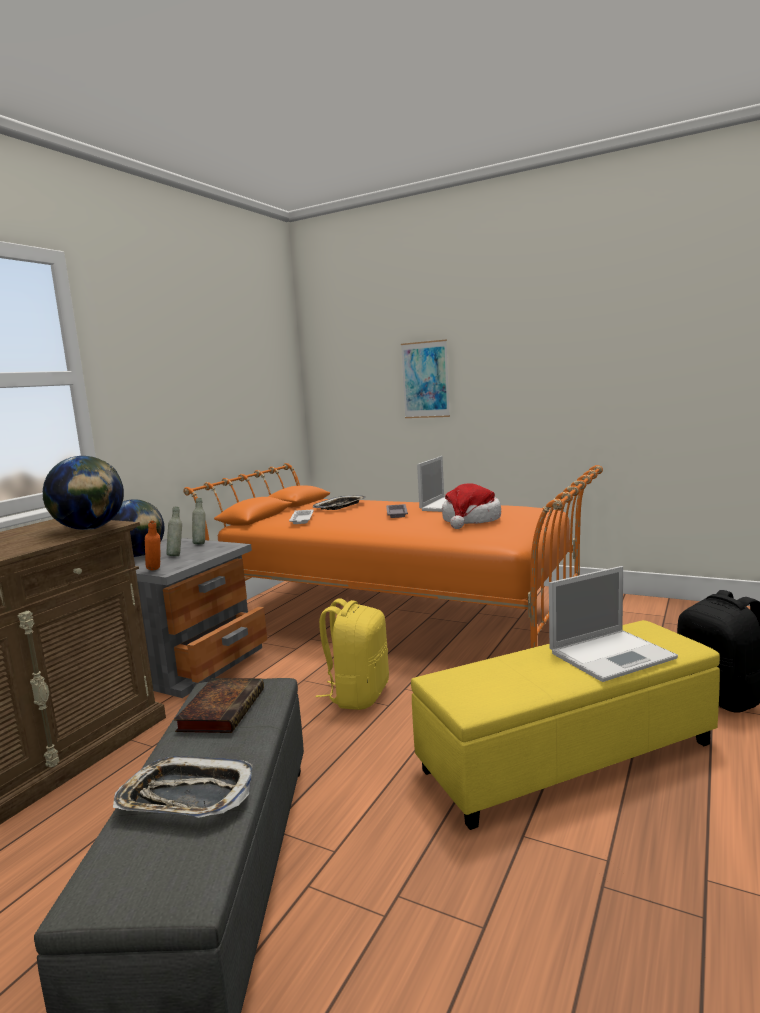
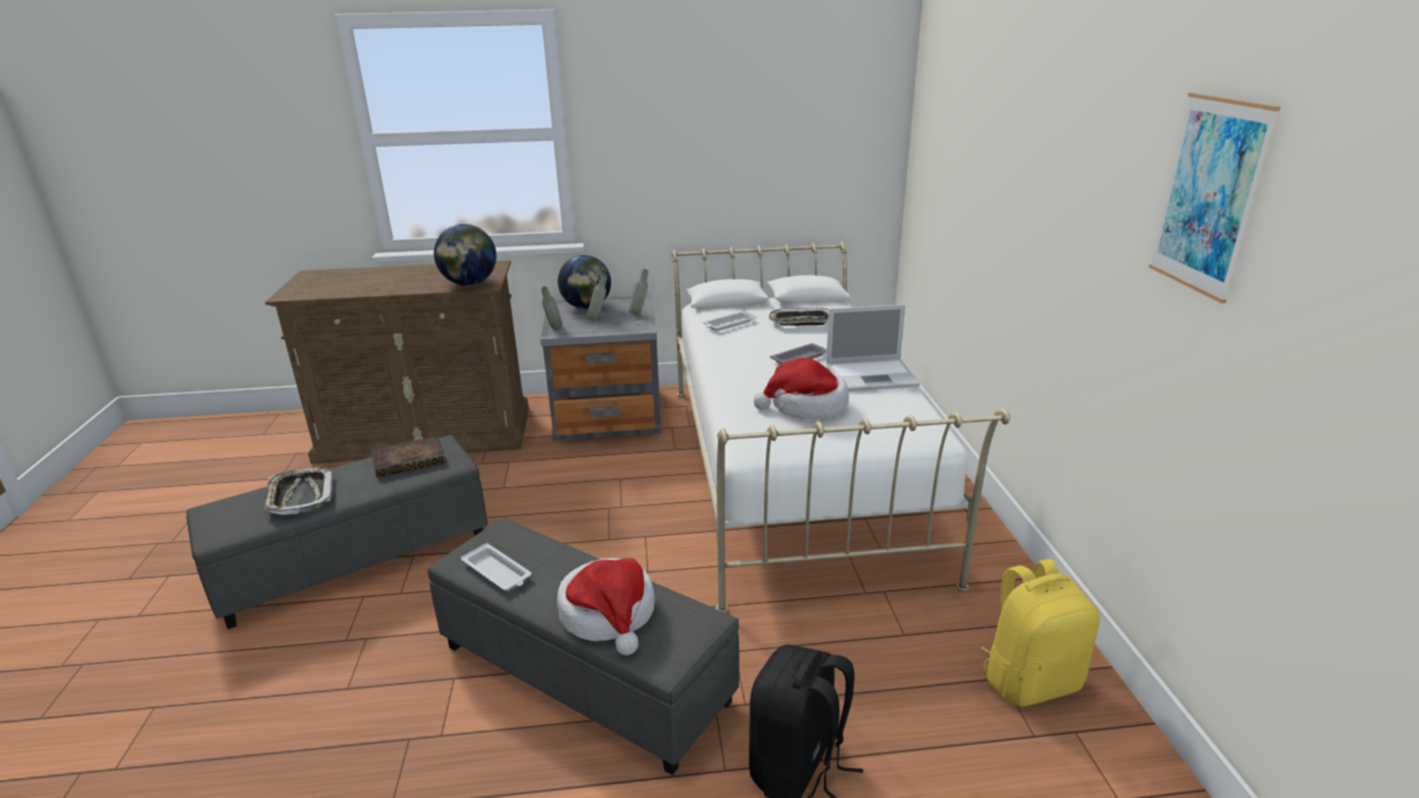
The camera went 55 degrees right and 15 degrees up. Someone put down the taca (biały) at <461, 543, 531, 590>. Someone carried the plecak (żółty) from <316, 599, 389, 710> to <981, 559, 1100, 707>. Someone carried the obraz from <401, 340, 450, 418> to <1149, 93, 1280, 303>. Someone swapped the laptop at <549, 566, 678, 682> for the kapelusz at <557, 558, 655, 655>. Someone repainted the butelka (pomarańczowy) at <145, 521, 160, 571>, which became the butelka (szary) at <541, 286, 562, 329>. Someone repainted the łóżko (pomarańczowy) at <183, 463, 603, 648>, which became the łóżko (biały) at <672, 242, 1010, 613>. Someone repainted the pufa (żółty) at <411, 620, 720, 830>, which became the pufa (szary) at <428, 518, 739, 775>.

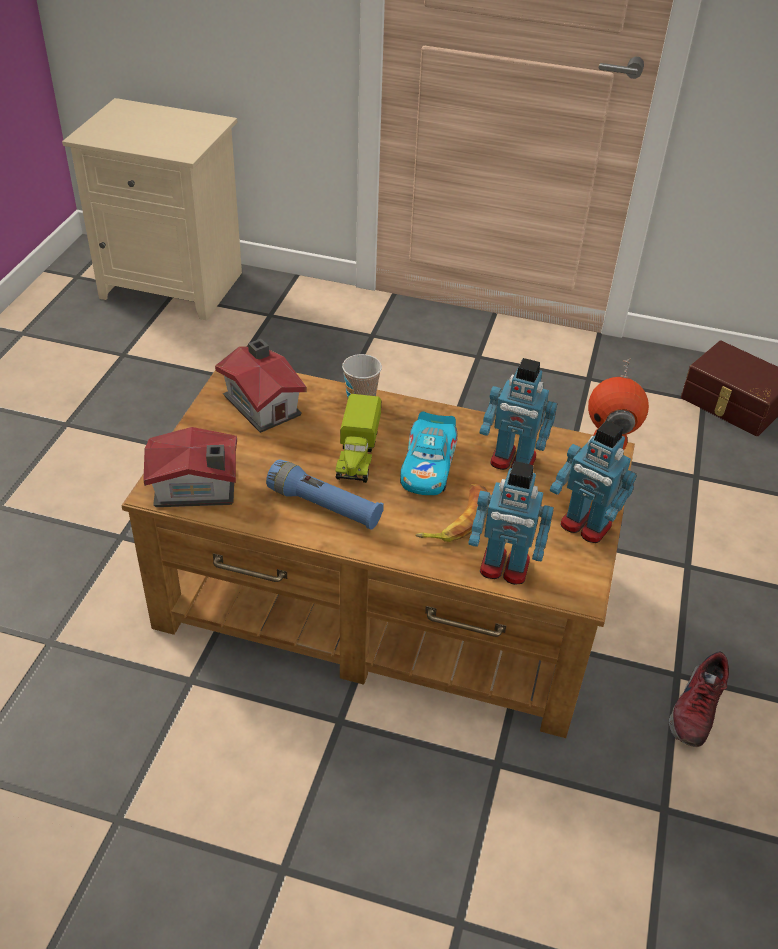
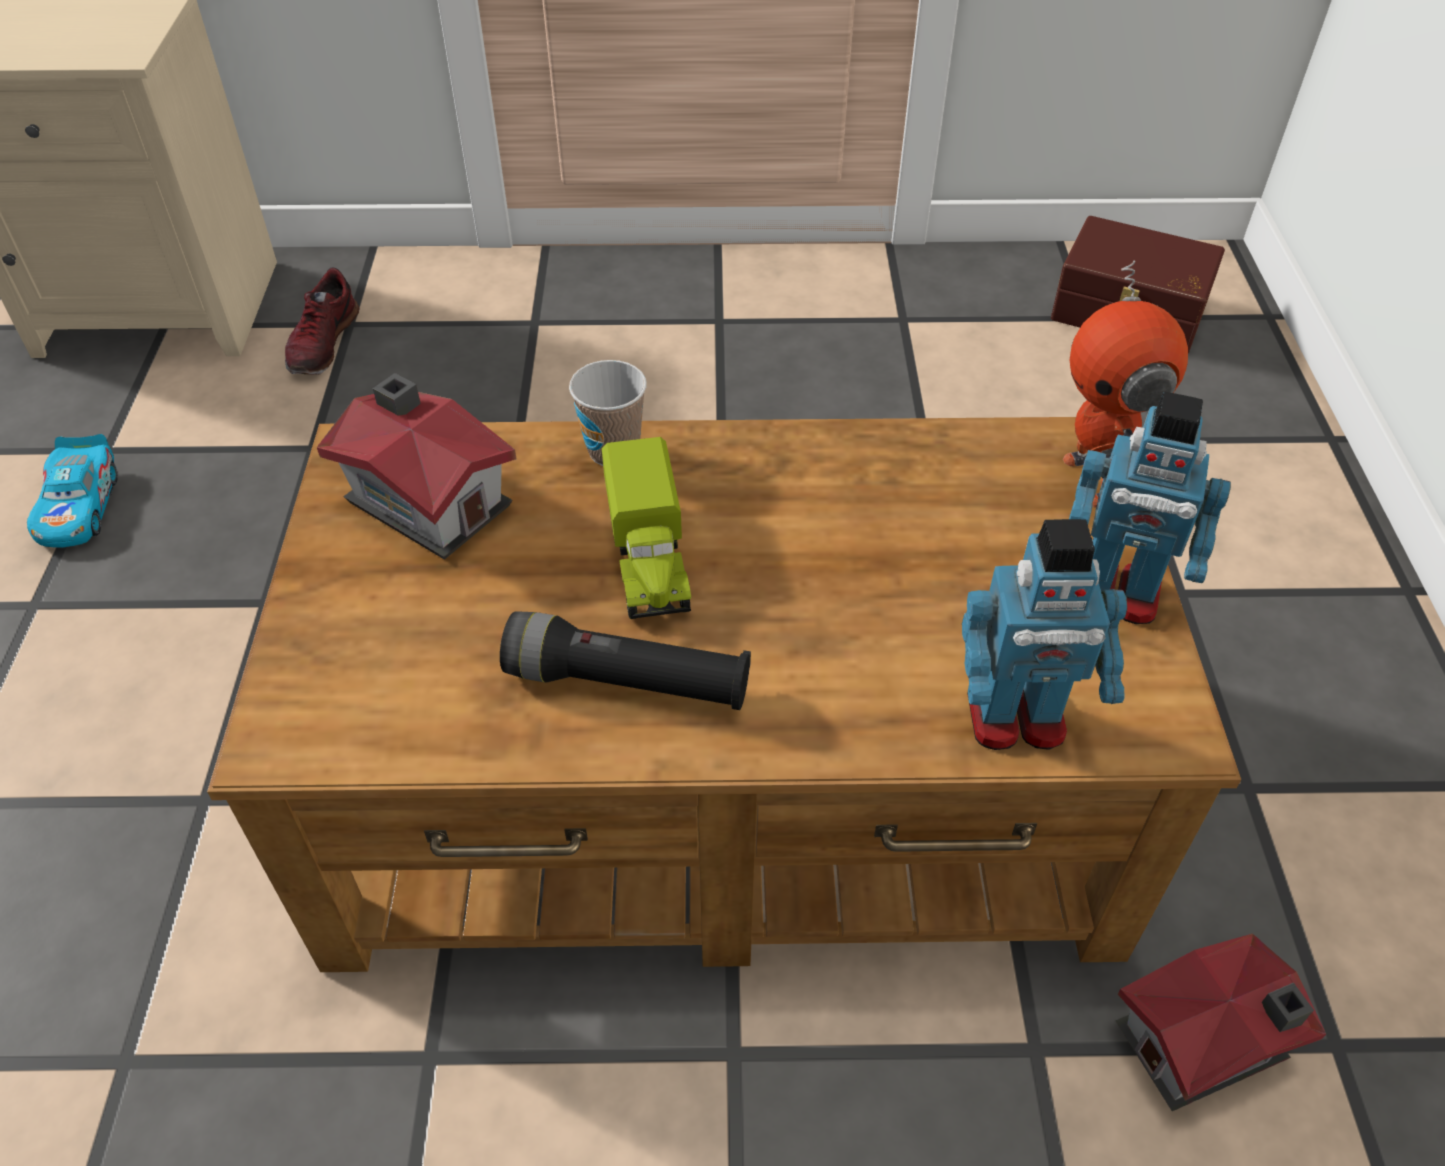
The camera went 15 degrees left and 5 degrees up. Someone took away the banan at <415, 484, 488, 542>. Someone took away the robot zabawkowy at <480, 358, 557, 470>. Someone carried the domek from <143, 427, 237, 507> to <1115, 934, 1326, 1111>. Someone carried the samochodzik from <400, 411, 458, 495> to <27, 434, 118, 548>. Someone carried the but from <669, 651, 729, 747> to <285, 268, 360, 375>. Someone repainted the latarka (niebieski) at <266, 459, 384, 530>, which became the latarka (czarny) at <500, 611, 751, 710>.

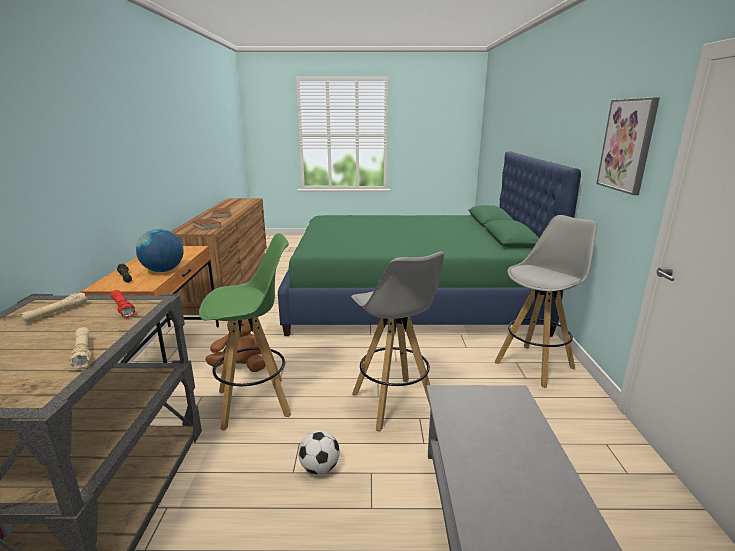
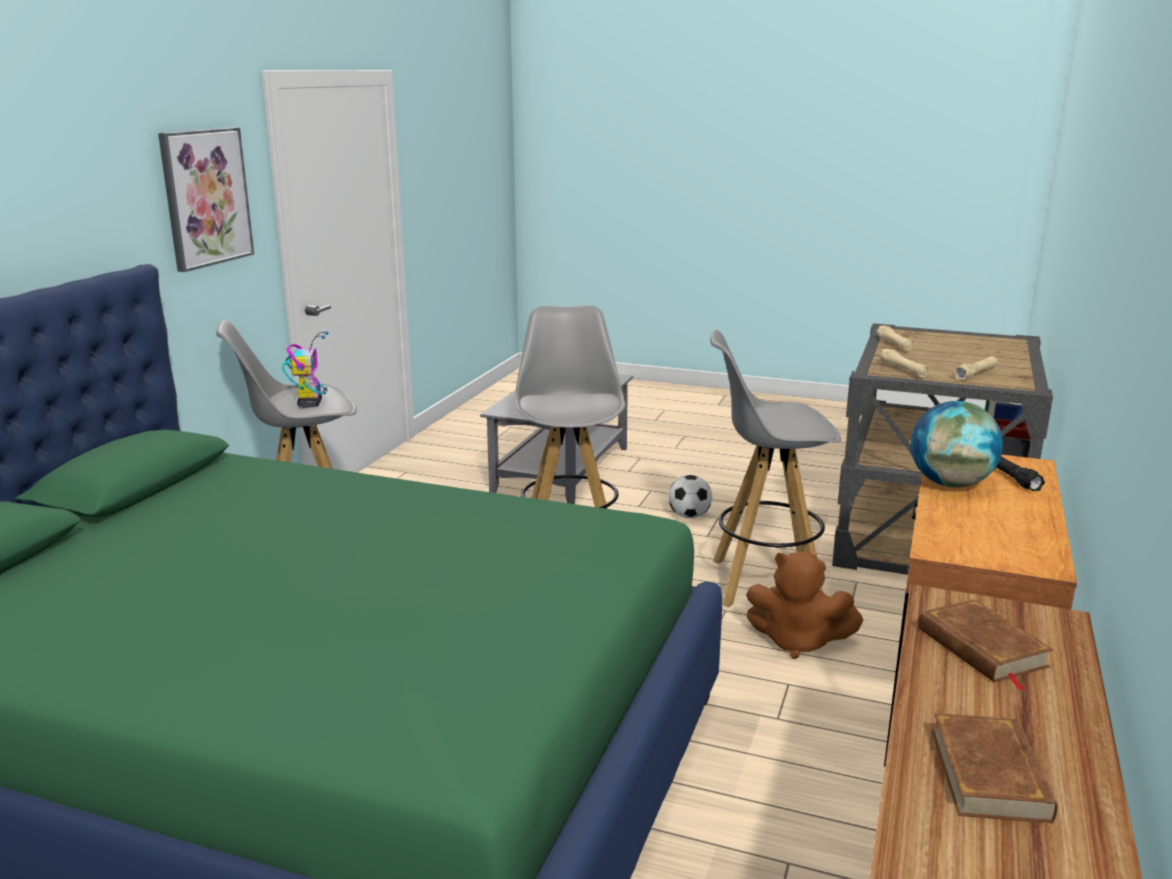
The camera went 160 degrees left and 0 degrees up. Someone put down the robot zabawkowy at <282, 331, 328, 408>. Someone repainted the latarka (czerwony) at <111, 290, 135, 318>, which became the latarka (beżowy) at <879, 349, 928, 377>. Someone repainted the stołek (zielony) at <199, 233, 291, 431>, which became the stołek (szary) at <710, 330, 841, 607>.

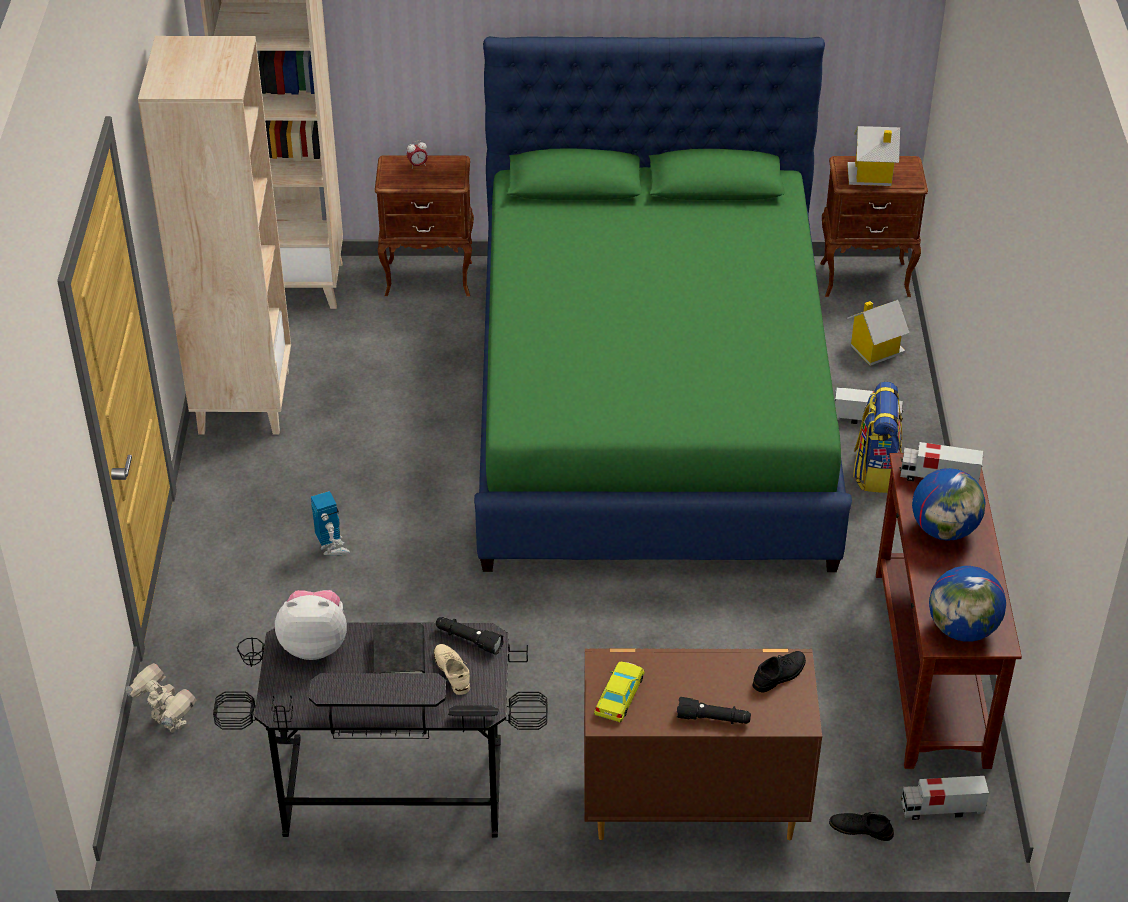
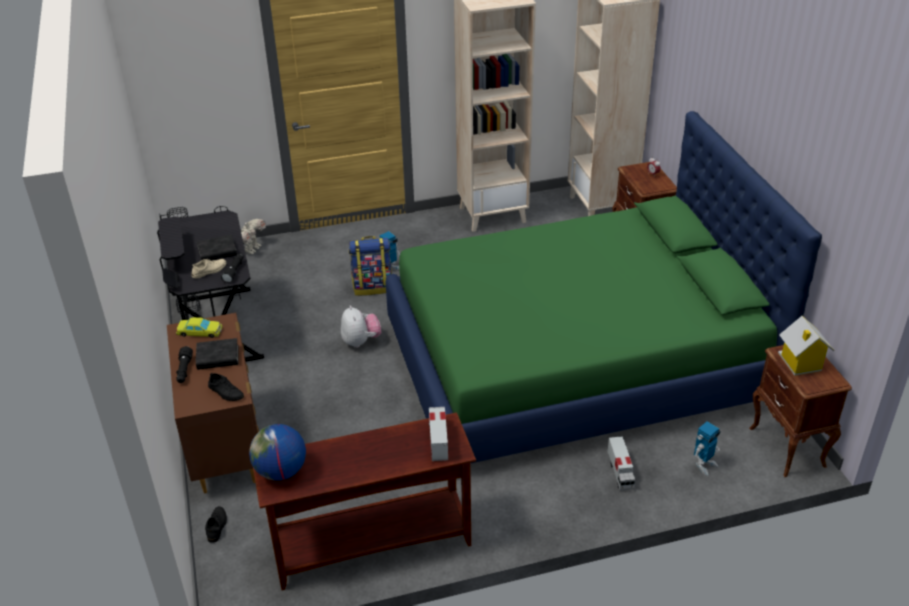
The camera went 75 degrees right and 5 degrees down. Someone took away the ciężarówka zabawkowa at <900, 776, 989, 820>. Someone took away the globus at <912, 468, 985, 540>. Someone put down the książka (czarny) at <196, 338, 238, 370>. Someone carried the pluszak from <275, 590, 347, 660> to <341, 306, 381, 348>. Someone carried the plecak from <853, 382, 902, 493> to <349, 236, 392, 296>. Someone swapped the domek at <847, 300, 909, 366> for the robot zabawkowy at <694, 421, 721, 476>.

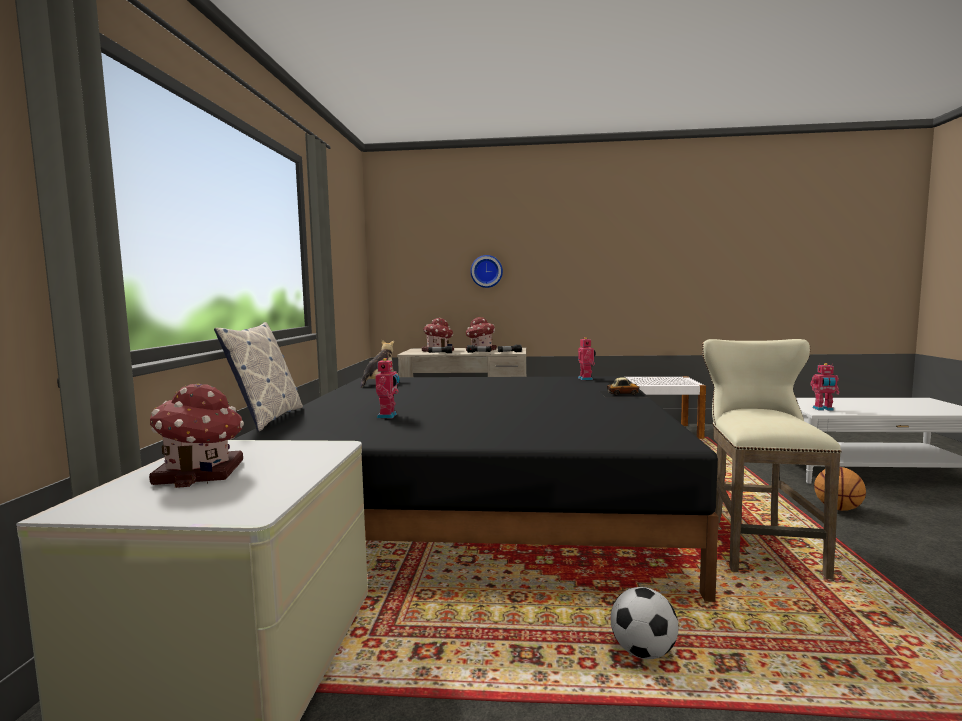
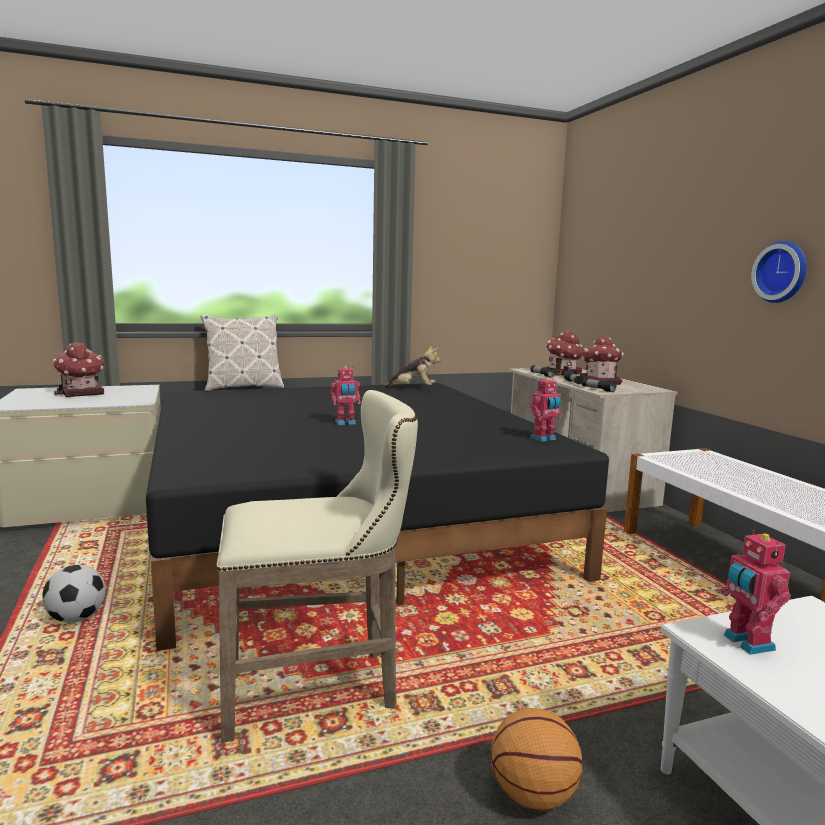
The camera went 65 degrees right and 5 degrees up. Someone took away the samochodzik at <599, 377, 649, 398>. Someone carried the robot zabawkowy from <375, 358, 400, 418> to <330, 366, 360, 425>. Someone carried the zegar ścienny from <471, 255, 503, 288> to <751, 241, 807, 303>.

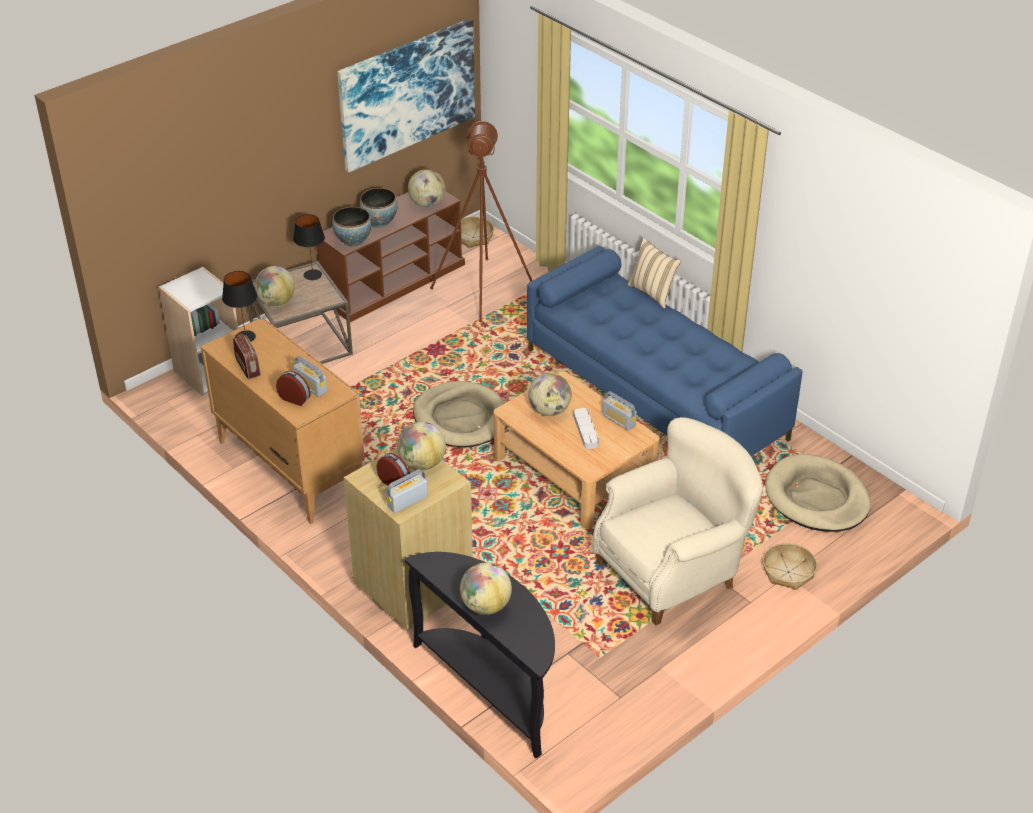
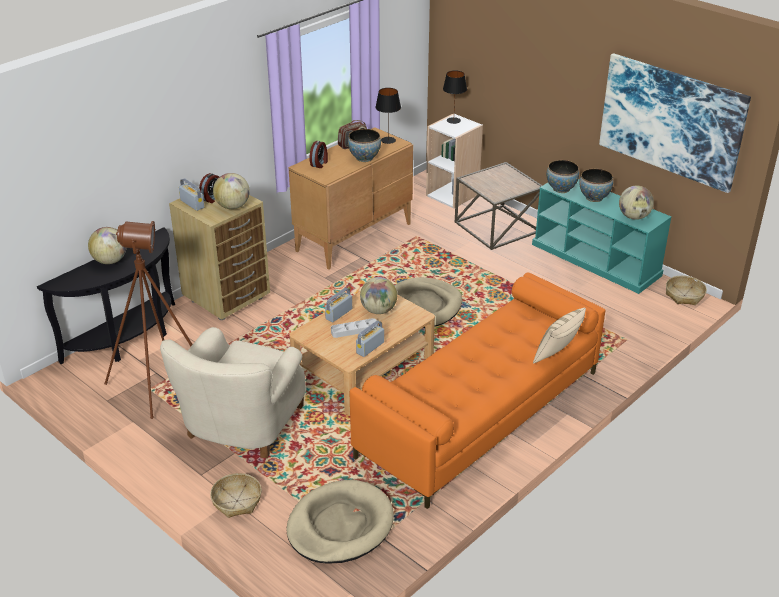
The camera went 85 degrees right and 5 degrees down. Someone took away the globus at <254, 266, 295, 306>. Someone put down the miska at <348, 129, 381, 162>. Someone carried the lampa stołowa (czarny) from <293, 214, 325, 280> to <443, 71, 467, 124>. Someone carried the radio from <293, 356, 327, 397> to <325, 288, 352, 323>. Someone carried the lampa stojąca (brązowy) from <430, 121, 532, 322> to <104, 221, 193, 419>. Someone repainted the szafka pod telewizor (brązowy) at <317, 191, 465, 322>, which became the szafka pod telewizor (turkusowy) at <532, 179, 672, 294>. Someone repainted the kanapa (niebieski) at <527, 246, 802, 457>, which became the kanapa (pomarańczowy) at <350, 272, 605, 509>. Someone rotated the fotel (beżowy) at <593, 417, 763, 626> by 60 degrees clockwise.

